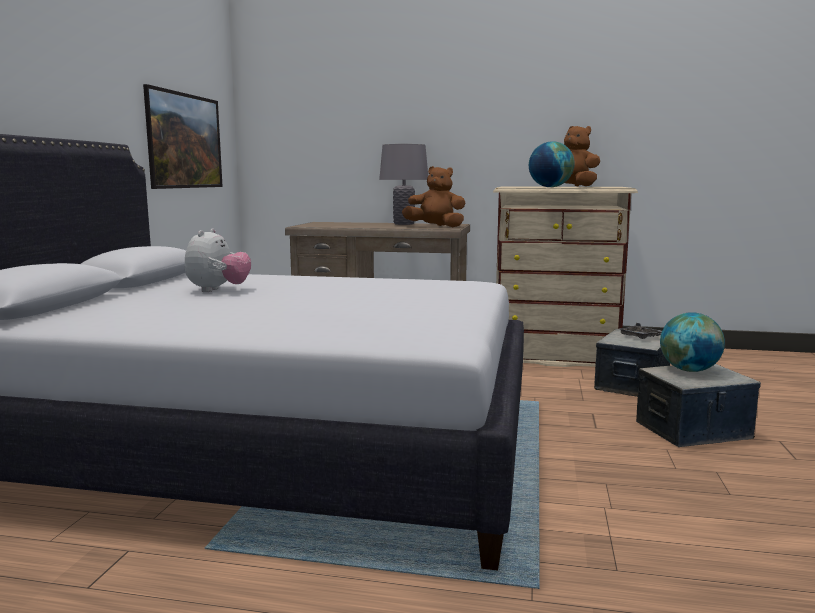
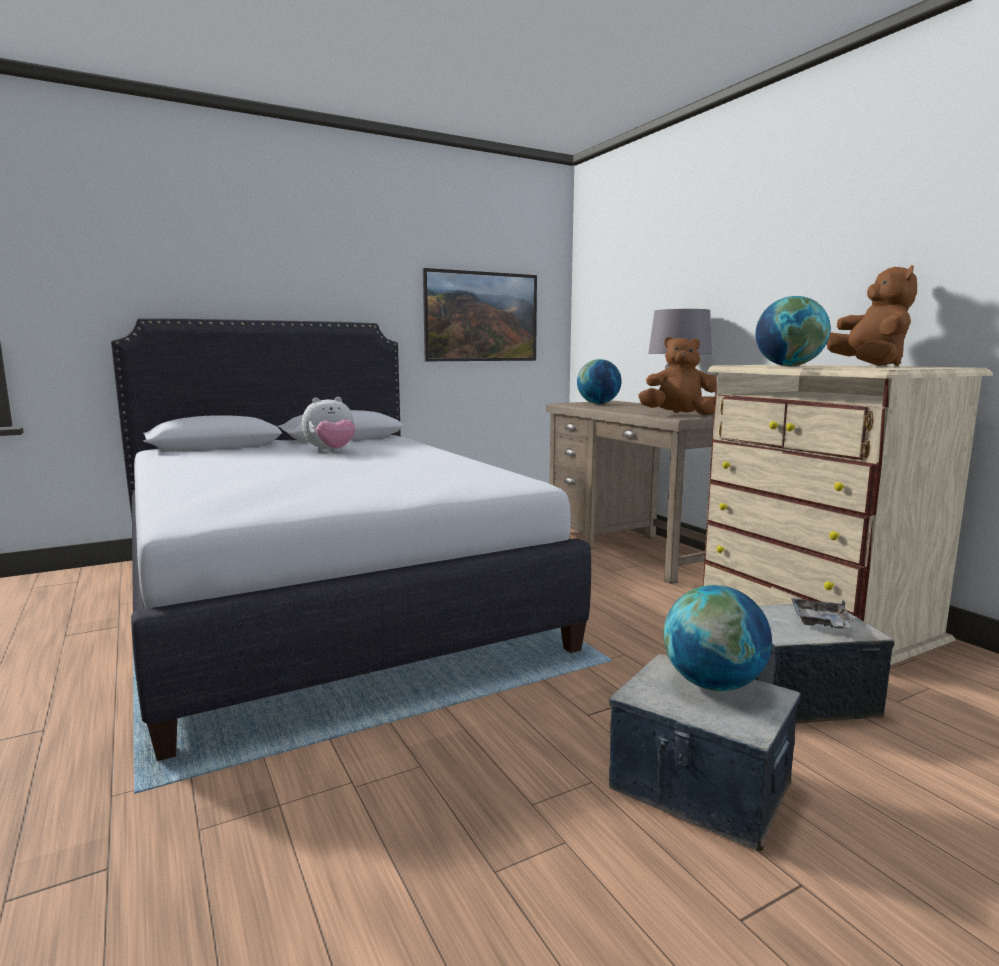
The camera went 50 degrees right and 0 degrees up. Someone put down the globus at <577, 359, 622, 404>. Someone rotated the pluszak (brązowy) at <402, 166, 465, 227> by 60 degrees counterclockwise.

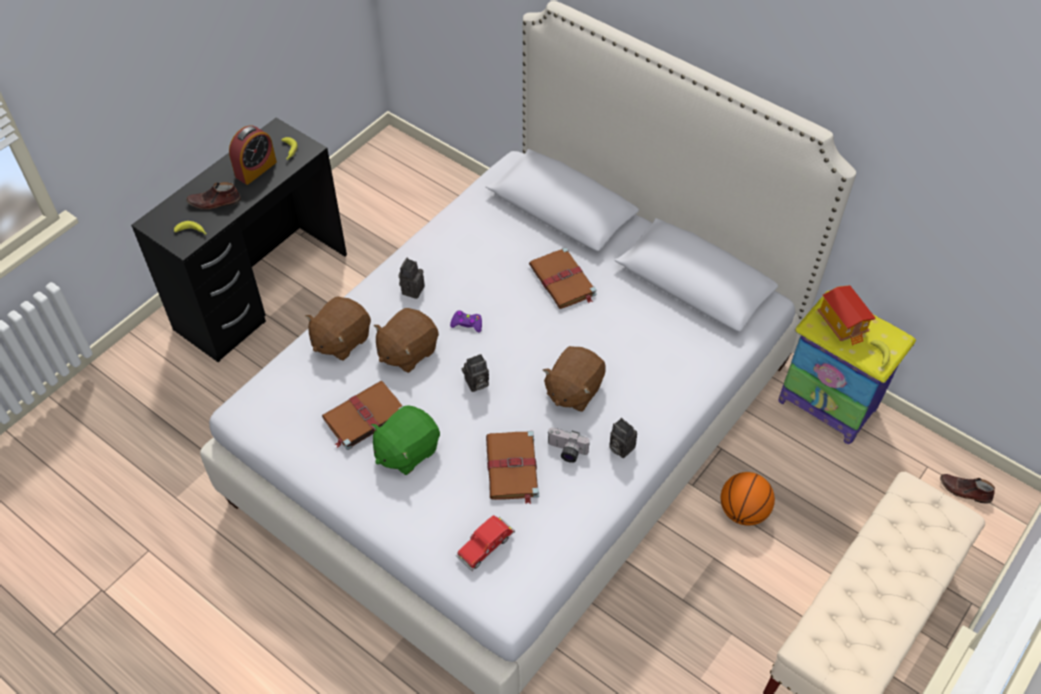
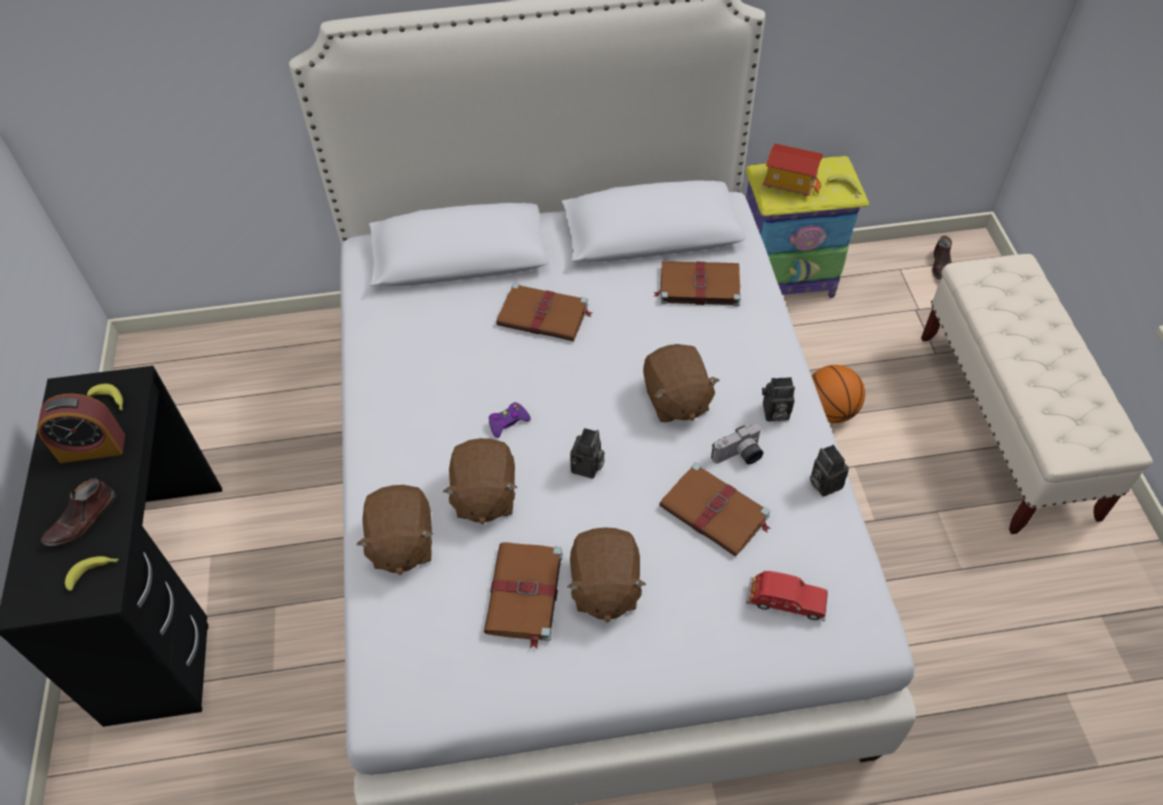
The camera went 45 degrees left and 0 degrees up. Someone put down the książka (brązowy) at <654, 261, 741, 306>. Someone carried the aparat fotograficzny from <399, 258, 425, 299> to <810, 445, 849, 497>. Someone repainted the pluszak (zielony) at <371, 405, 440, 475>, which became the pluszak (brązowy) at <567, 527, 646, 623>. Someone rotated the budzik at <229, 125, 277, 185> by 90 degrees clockwise. Someone rotated the samochodzik (czerwony) at <456, 515, 515, 571> by 75 degrees counterclockwise. Someone rotated the but (brązowy) at <940, 474, 995, 504> by 60 degrees counterclockwise.

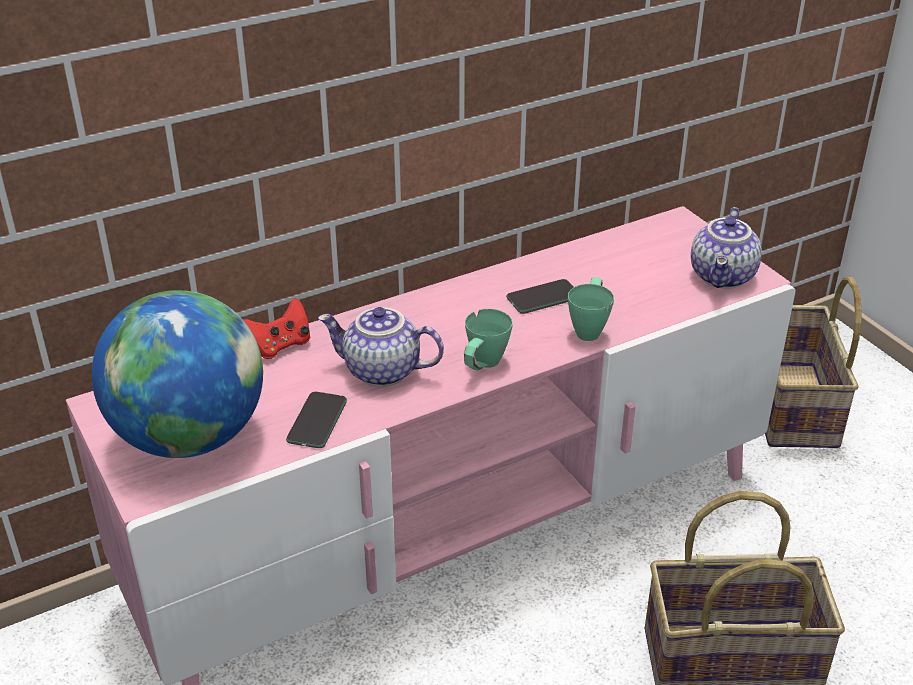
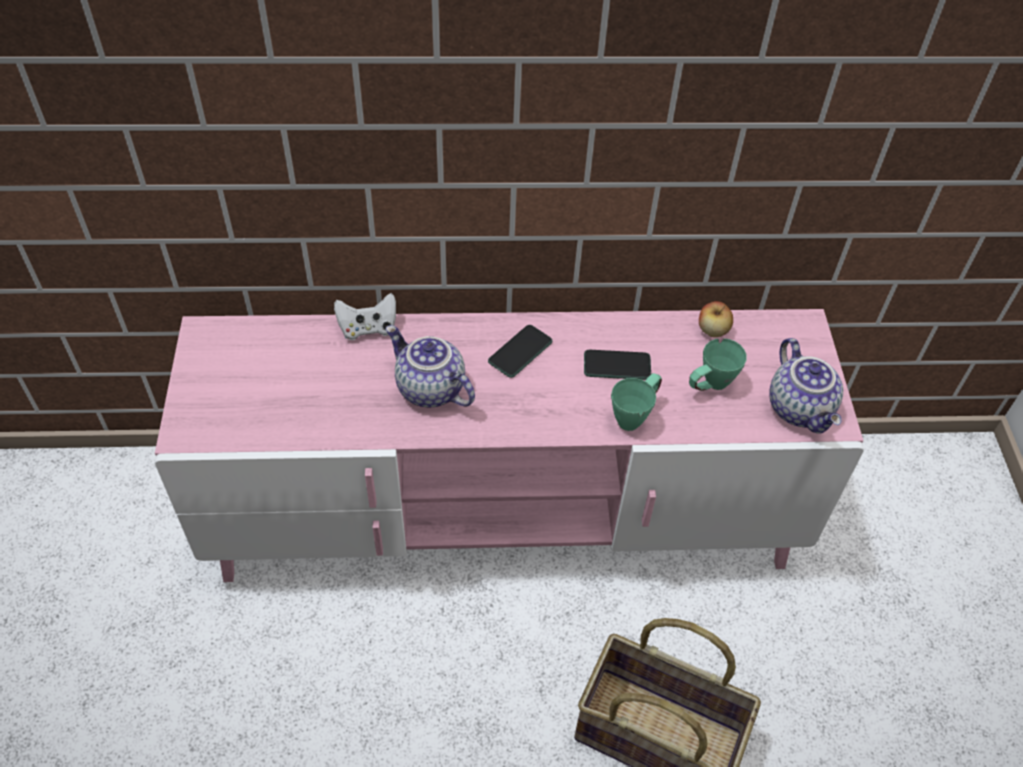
The camera went 25 degrees right and 15 degrees up. Someone took away the globus at <92, 290, 263, 458>. Someone took away the koszyk at <765, 277, 861, 448>. Someone put down the jabłko at <699, 301, 733, 337>. Someone carried the telefon from <286, 392, 347, 448> to <488, 325, 552, 378>. Someone carried the kubek (zielony) from <464, 309, 512, 370> to <689, 339, 747, 391>. Someone repainted the pad do gier (czerwony) at <244, 298, 310, 359>, which became the pad do gier (biały) at <334, 293, 396, 340>. Someone rotated the imbryk at <691, 207, 762, 289> by 60 degrees counterclockwise.

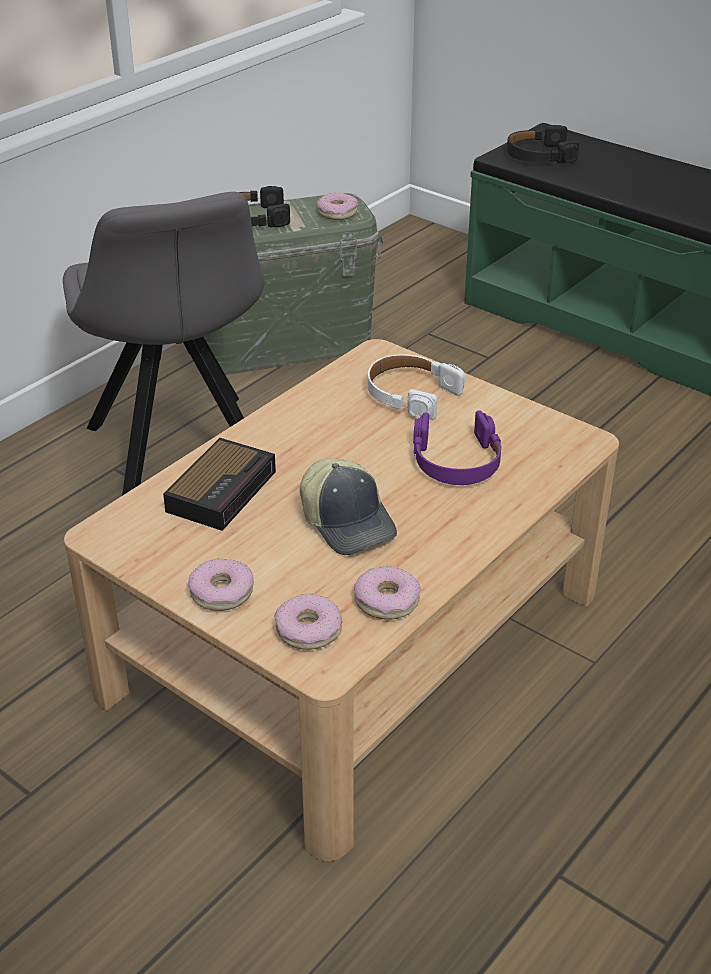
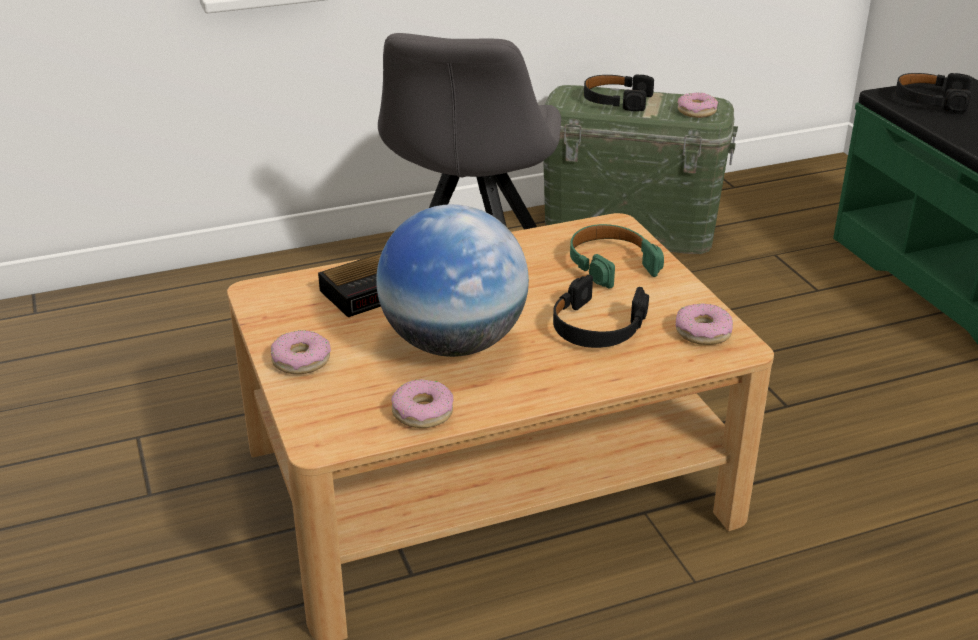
The camera went 30 degrees right and 5 degrees down. Someone carried the donut from <274, 593, 342, 650> to <676, 304, 733, 345>. Someone swapped the czapka z daszkiem at <300, 458, 397, 555> for the globus at <376, 204, 529, 357>. Someone repainted the słuchawki (biały) at <368, 354, 465, 420>, which became the słuchawki (zielony) at <570, 224, 664, 289>. Someone repainted the słuchawki (fioletowy) at <413, 410, 502, 485>, which became the słuchawki (czarny) at <553, 275, 649, 348>.

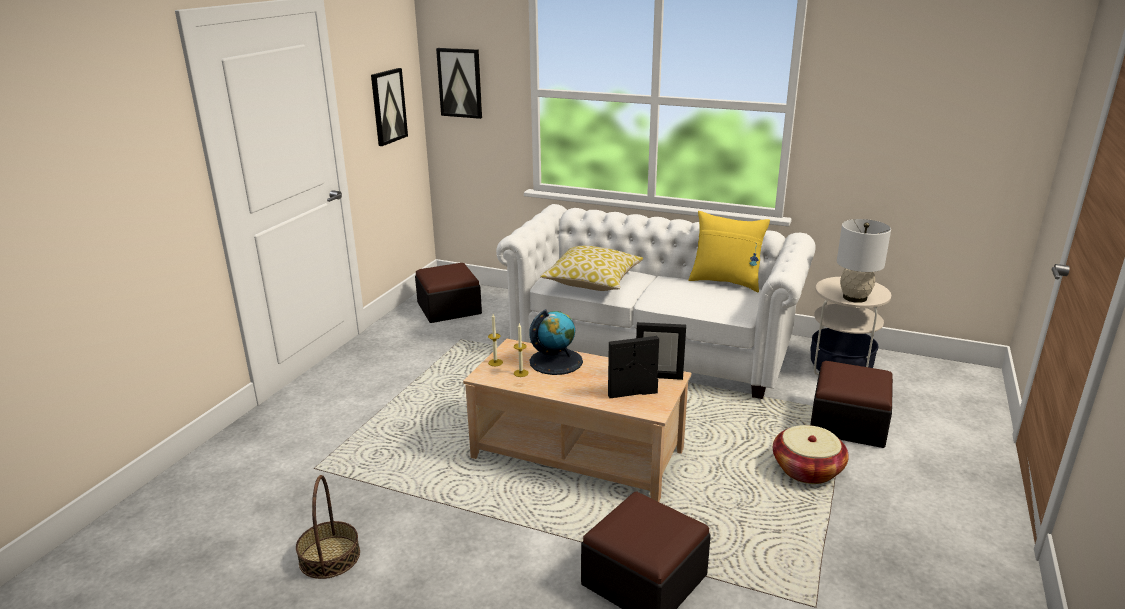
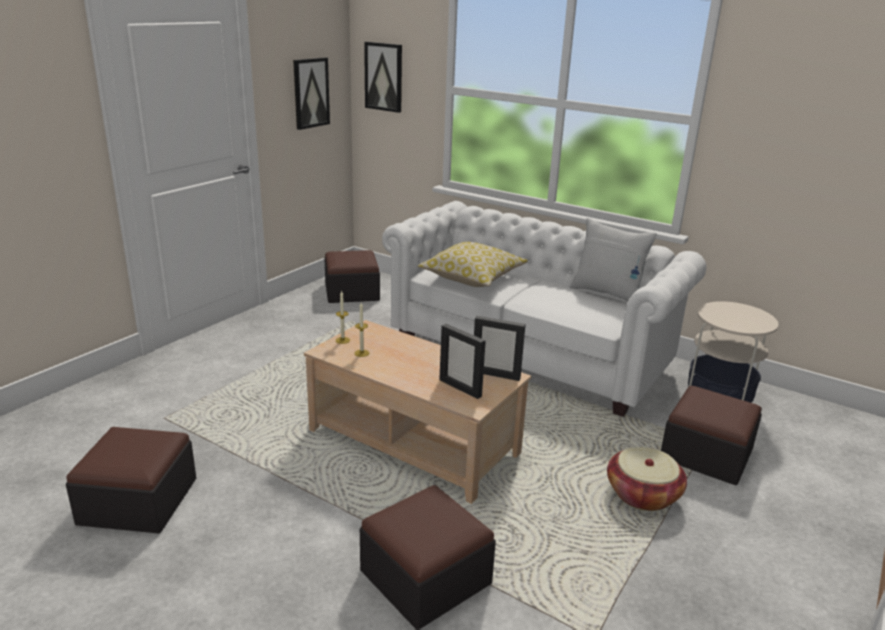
The camera went 10 degrees right and 0 degrees up. Someone took away the globus at <529, 309, 583, 375>. Someone took away the lampa stołowa (biały) at <837, 219, 891, 303>. Someone swapped the koszyk at <296, 475, 360, 579> for the pufa at <66, 427, 196, 534>. Someone repainted the poduszka (żółty) at <688, 211, 770, 292>, which became the poduszka (szary) at <569, 218, 657, 302>. Someone rotated the ramka na zdjęcie at <608, 336, 659, 398> by 135 degrees counterclockwise.

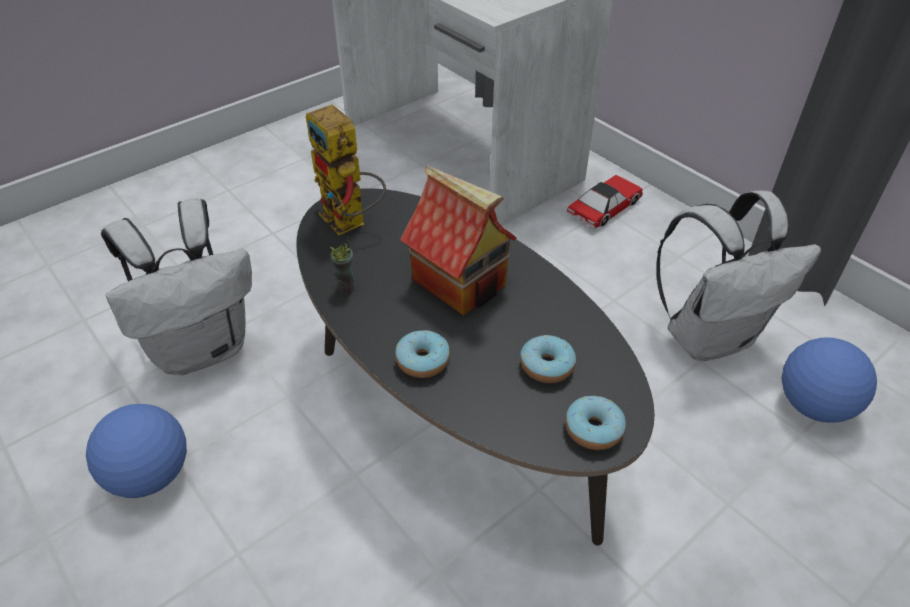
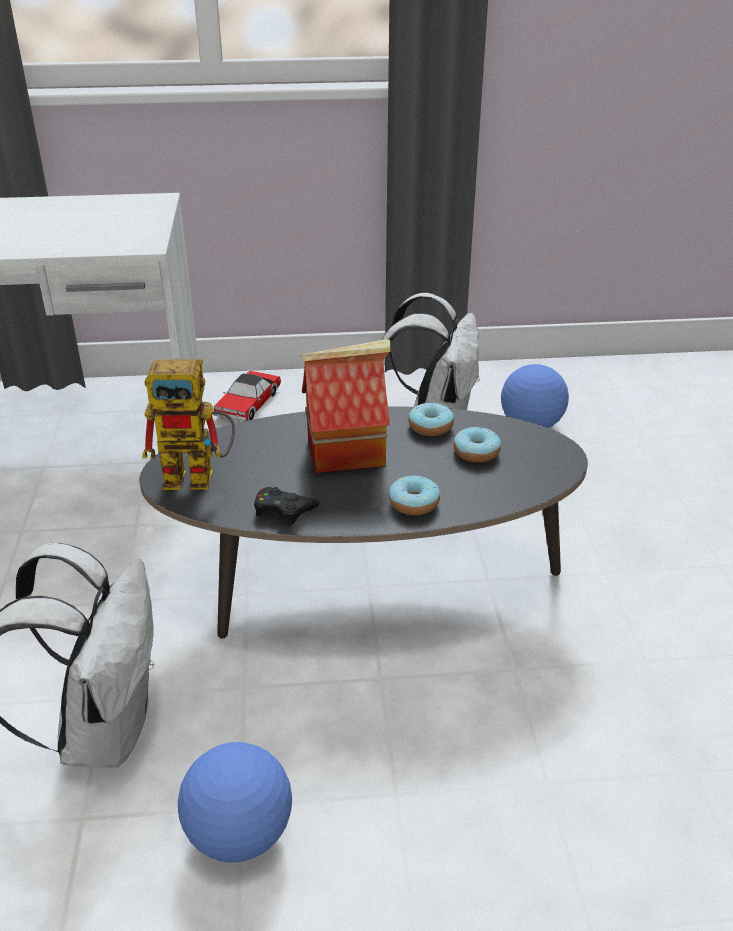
The camera went 55 degrees left and 10 degrees down. Someone carried the donut from <565, 396, 626, 450> to <408, 403, 454, 436>. Someone swapped the filiżanka at <330, 236, 355, 294> for the pad do gier (czarny) at <254, 487, 319, 525>. Someone rotated the samochodzik at <567, 175, 643, 228> by 150 degrees counterclockwise.

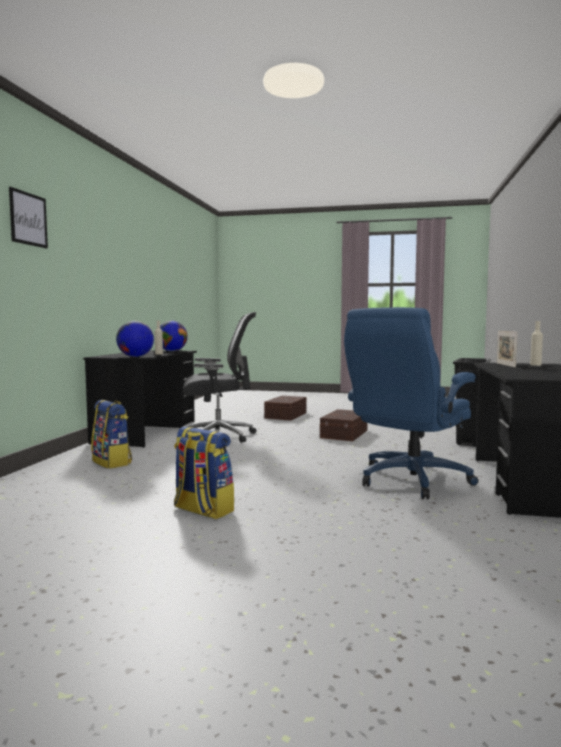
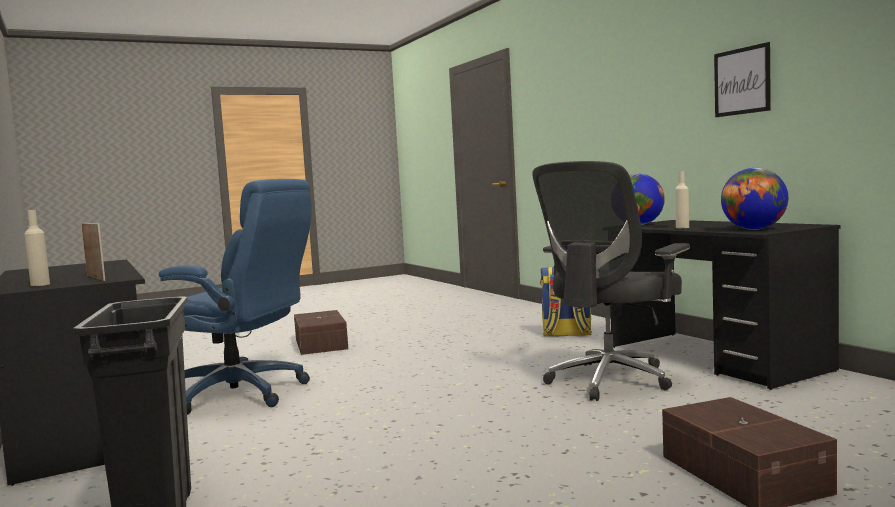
The camera went 140 degrees right and 0 degrees up. Someone took away the plecak at <174, 427, 234, 519>. Someone carried the obraz from <9, 187, 48, 248> to <714, 42, 771, 117>. Someone carried the pojemnik do przechowywania (brązowy) from <320, 409, 368, 441> to <294, 310, 348, 355>. Someone rotated the krzesło biurowe (niebieski) at <344, 307, 479, 499> by 105 degrees clockwise.

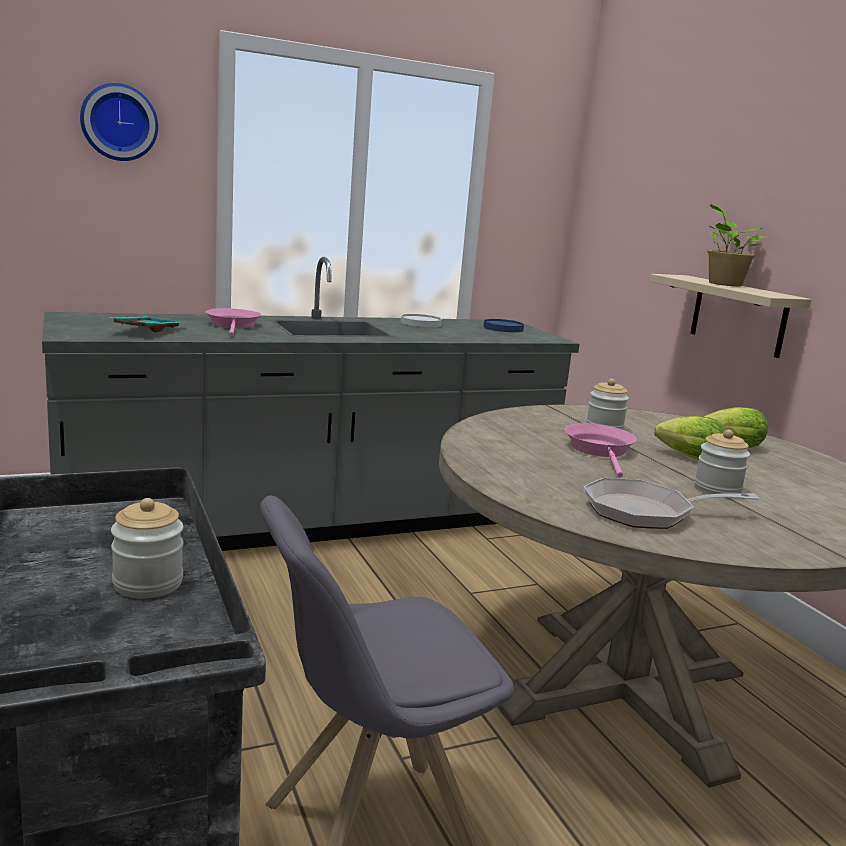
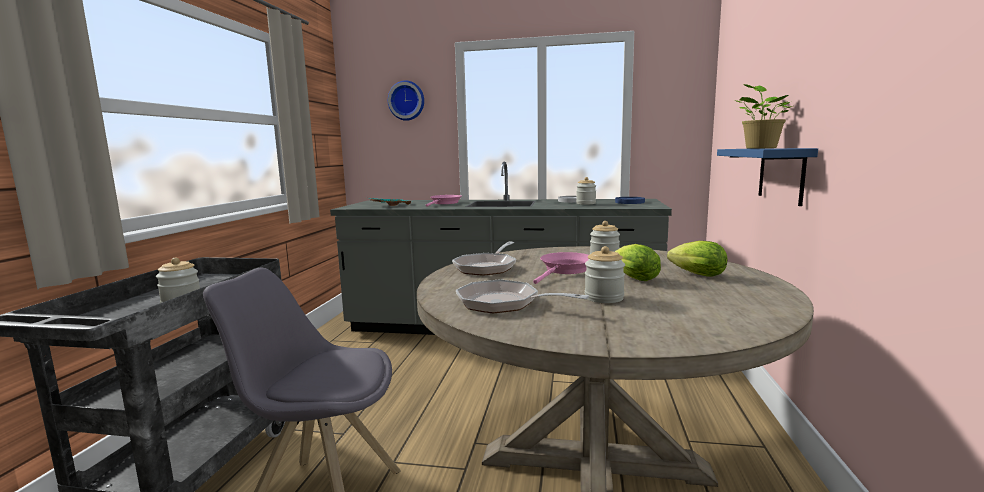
The camera went 35 degrees right and 5 degrees down. Someone put down the patelnia at <452, 242, 516, 276>. Someone put down the słoik at <576, 177, 596, 205>. Someone repainted the półka (beżowy) at <650, 274, 812, 358>, which became the półka (niebieski) at <717, 148, 818, 206>.

